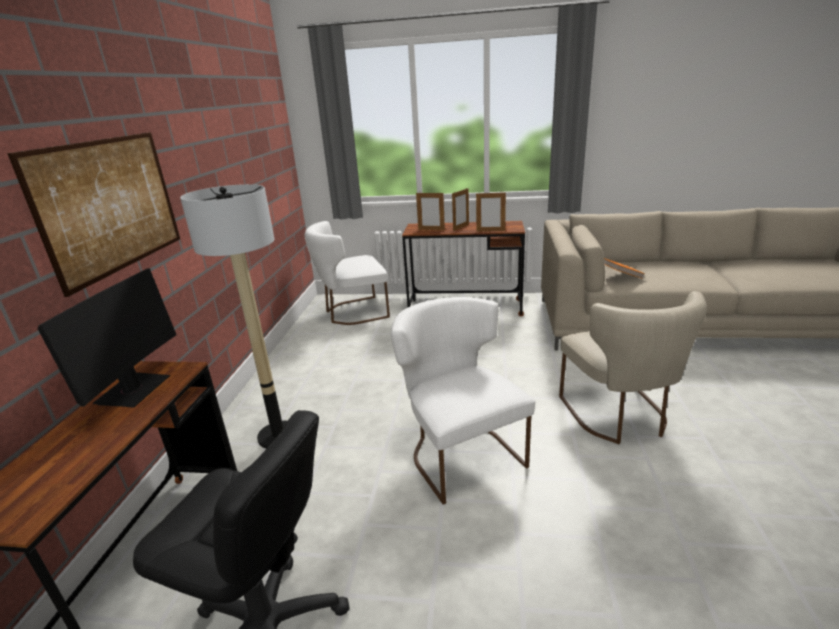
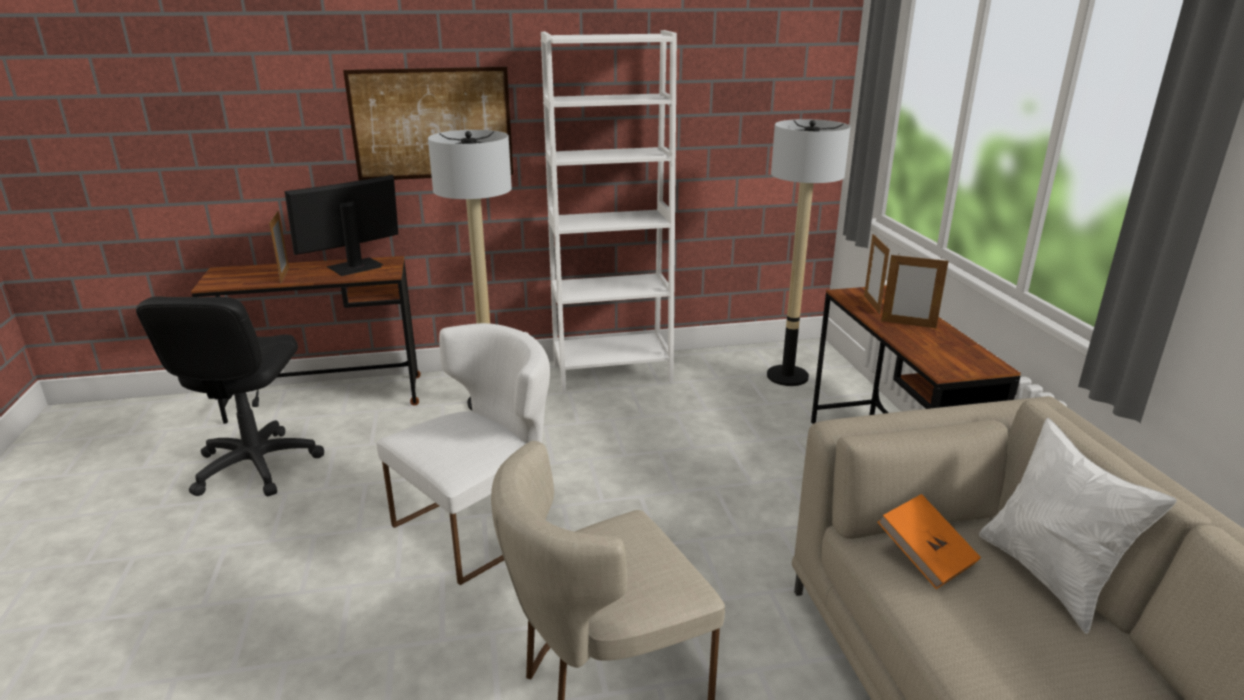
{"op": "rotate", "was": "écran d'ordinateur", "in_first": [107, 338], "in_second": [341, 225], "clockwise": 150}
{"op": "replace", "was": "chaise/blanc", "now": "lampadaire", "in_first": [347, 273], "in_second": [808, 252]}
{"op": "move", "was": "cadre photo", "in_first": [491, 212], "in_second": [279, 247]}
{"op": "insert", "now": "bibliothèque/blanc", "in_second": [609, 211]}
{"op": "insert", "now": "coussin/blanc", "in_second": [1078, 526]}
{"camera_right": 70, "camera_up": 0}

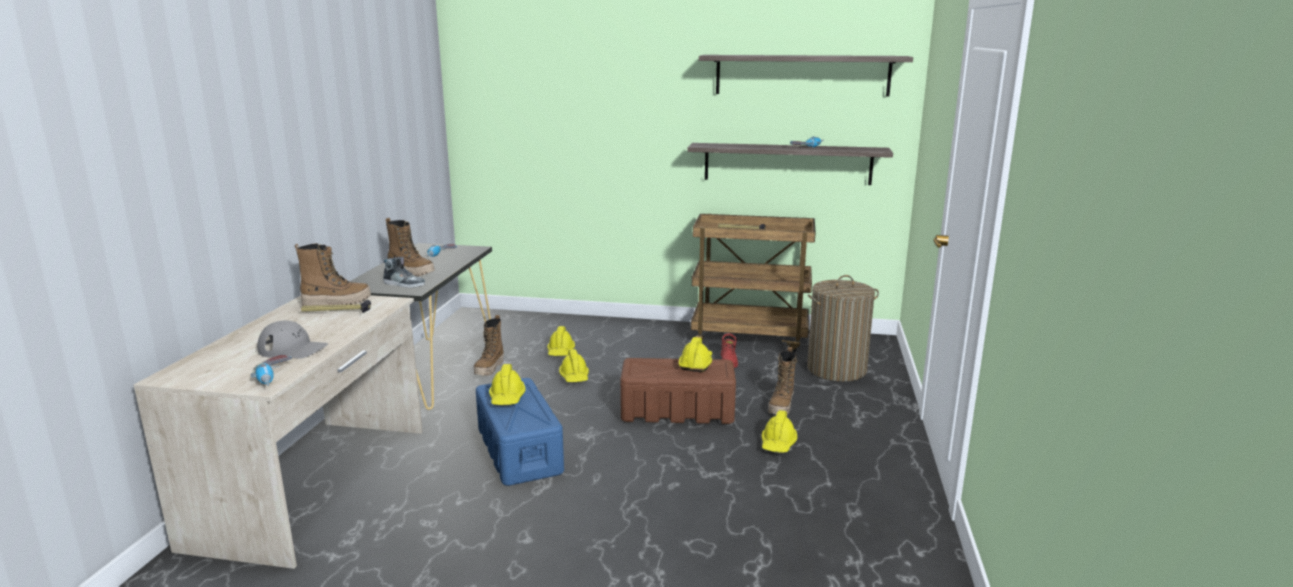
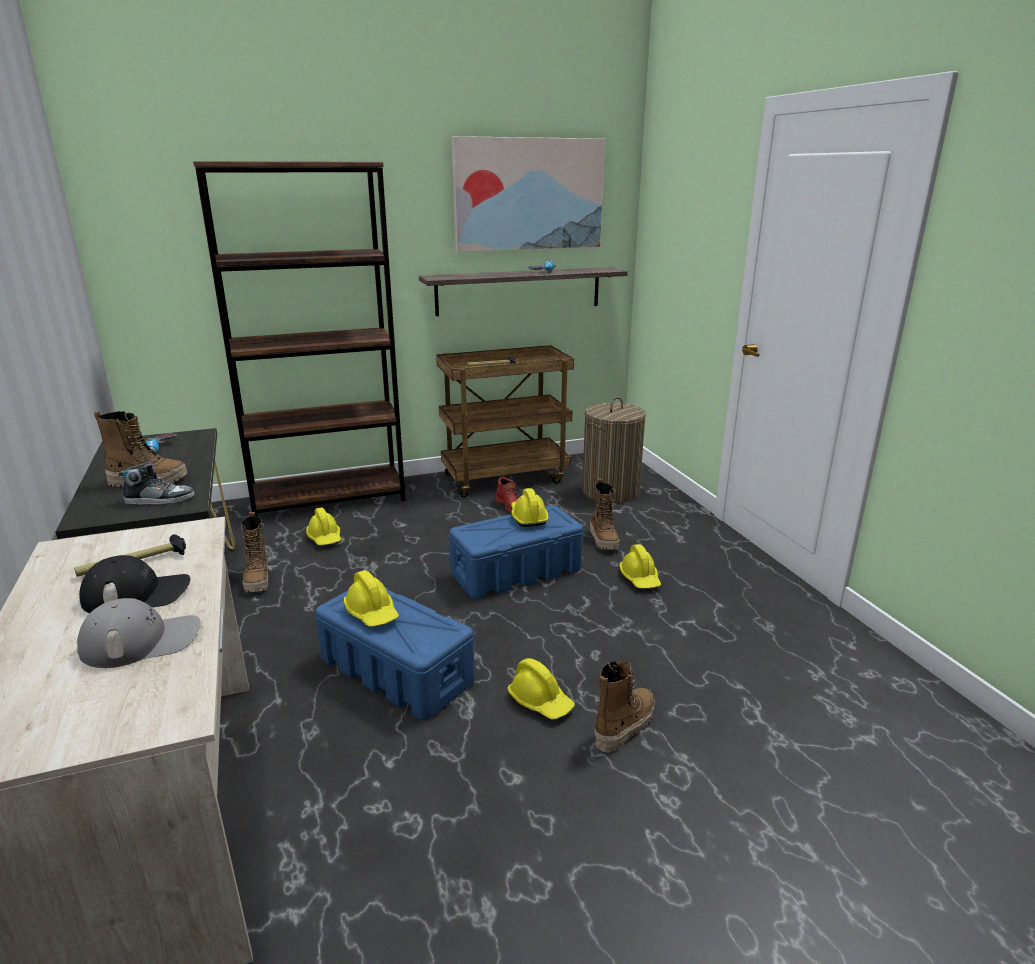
{"op": "delete", "was": "perceuse", "in_first": [271, 370]}
{"op": "move", "was": "botte", "in_first": [333, 274], "in_second": [624, 707]}
{"op": "move", "was": "casque de chantier/jaune", "in_first": [574, 365], "in_second": [541, 688]}
{"op": "recolor", "was": "boîte de rangement/marron", "now": "boîte de rangement/bleu", "in_first": [678, 391], "in_second": [516, 552]}
{"op": "replace", "was": "étagère", "now": "tableau", "in_first": [806, 76], "in_second": [528, 194]}
{"op": "insert", "now": "casquette/noir", "in_second": [134, 584]}
{"op": "insert", "now": "bibliothèque/marron", "in_second": [299, 339]}
{"camera_right": -30, "camera_up": 5}

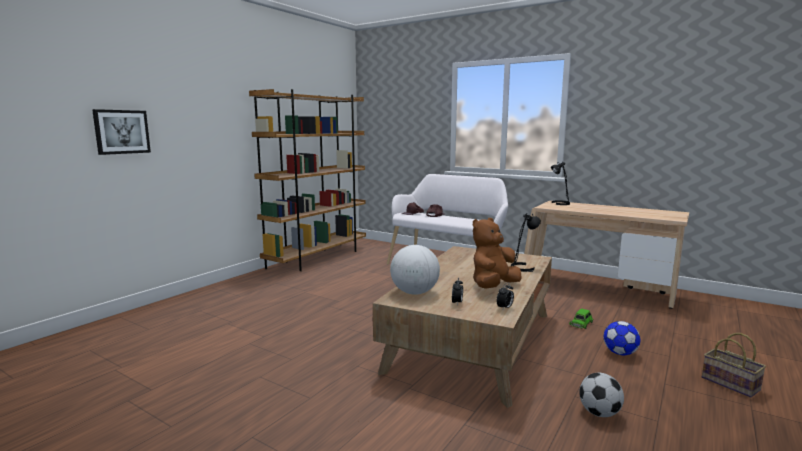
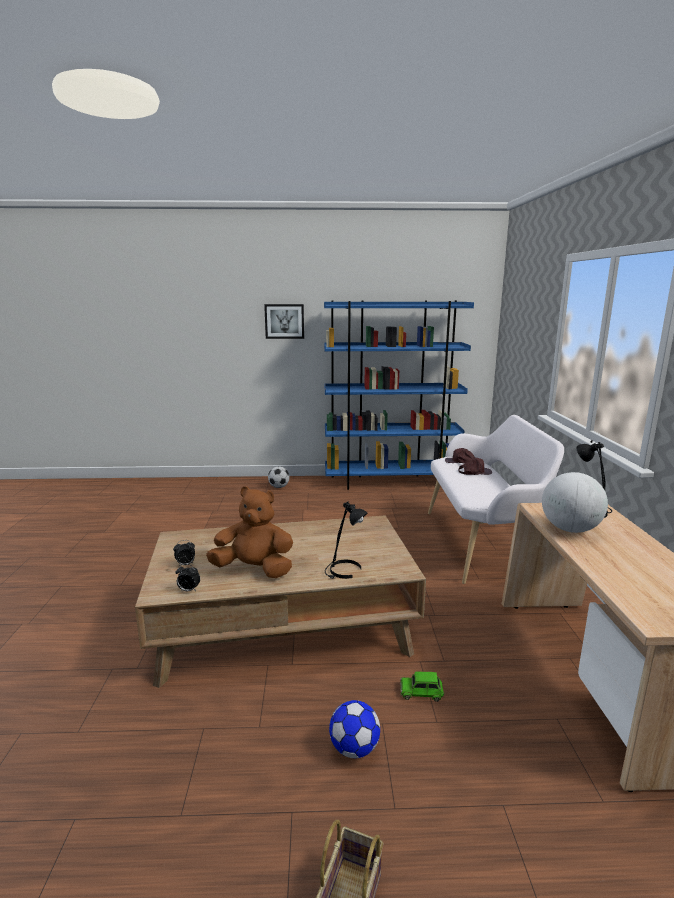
{"op": "move", "was": "tableau", "in_first": [121, 132], "in_second": [284, 321]}
{"op": "recolor", "was": "bibliothèque/marron", "now": "bibliothèque/bleu", "in_first": [307, 180], "in_second": [399, 395]}
{"op": "move", "was": "globe", "in_first": [415, 270], "in_second": [575, 502]}
{"op": "move", "was": "ballon de foot", "in_first": [601, 394], "in_second": [278, 477]}
{"camera_right": 55, "camera_up": 5}

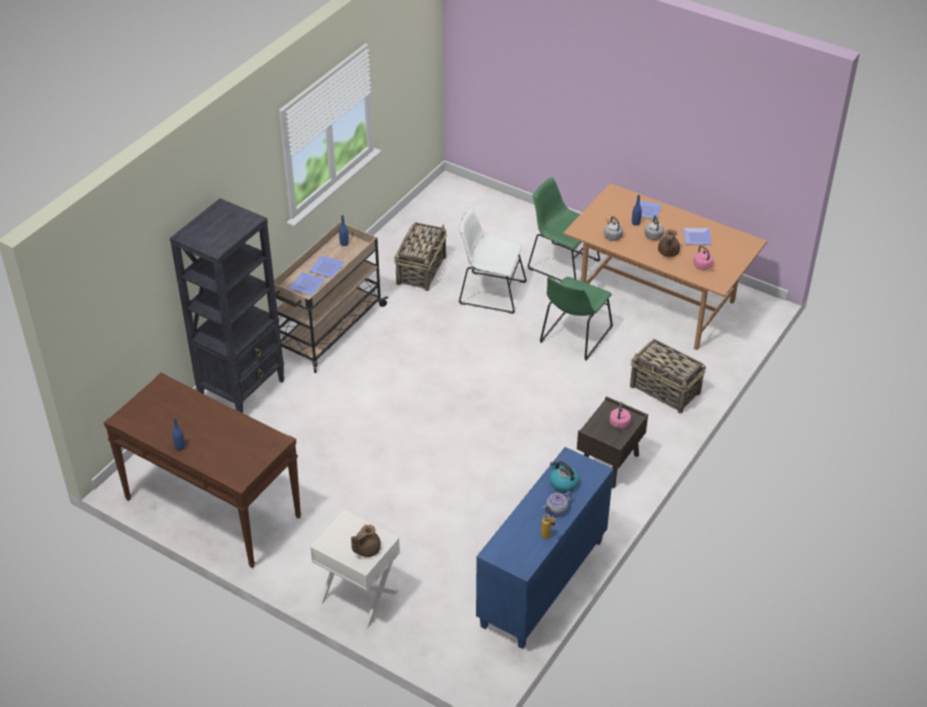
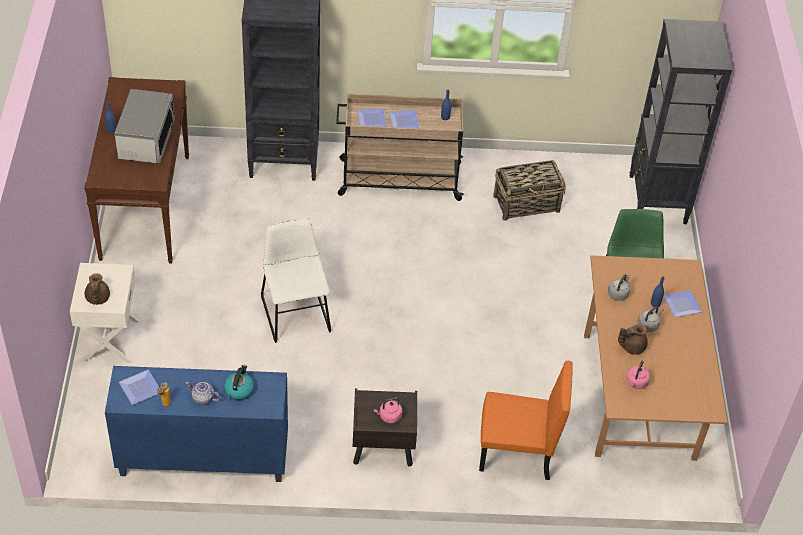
{"op": "rotate", "was": "théière/marron", "in_first": [366, 541], "in_second": [97, 289], "clockwise": -105}
{"op": "move", "was": "chaise/blanc", "in_first": [493, 261], "in_second": [296, 281]}
{"op": "delete", "was": "chaise/vert", "in_first": [576, 319]}
{"op": "replace", "was": "panier", "now": "chaise/orange", "in_first": [668, 376], "in_second": [525, 420]}
{"op": "move", "was": "assiette", "in_first": [697, 236], "in_second": [139, 387]}
{"op": "insert", "now": "micro-ondes", "in_second": [145, 126]}
{"op": "insert", "now": "bibliothèque/noir", "in_second": [681, 121]}
{"camera_right": 55, "camera_up": 5}

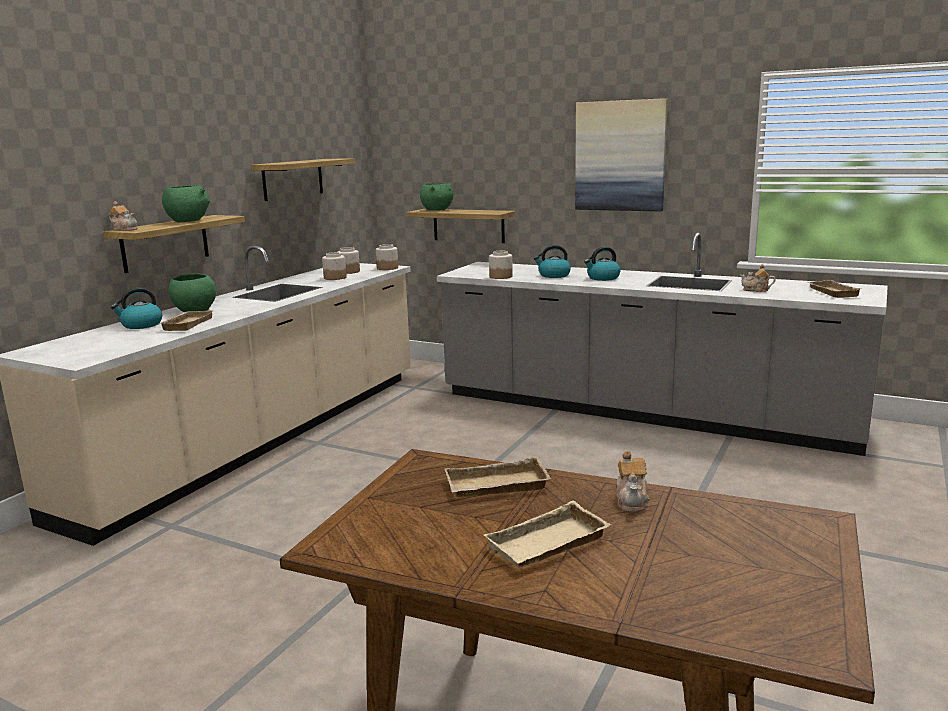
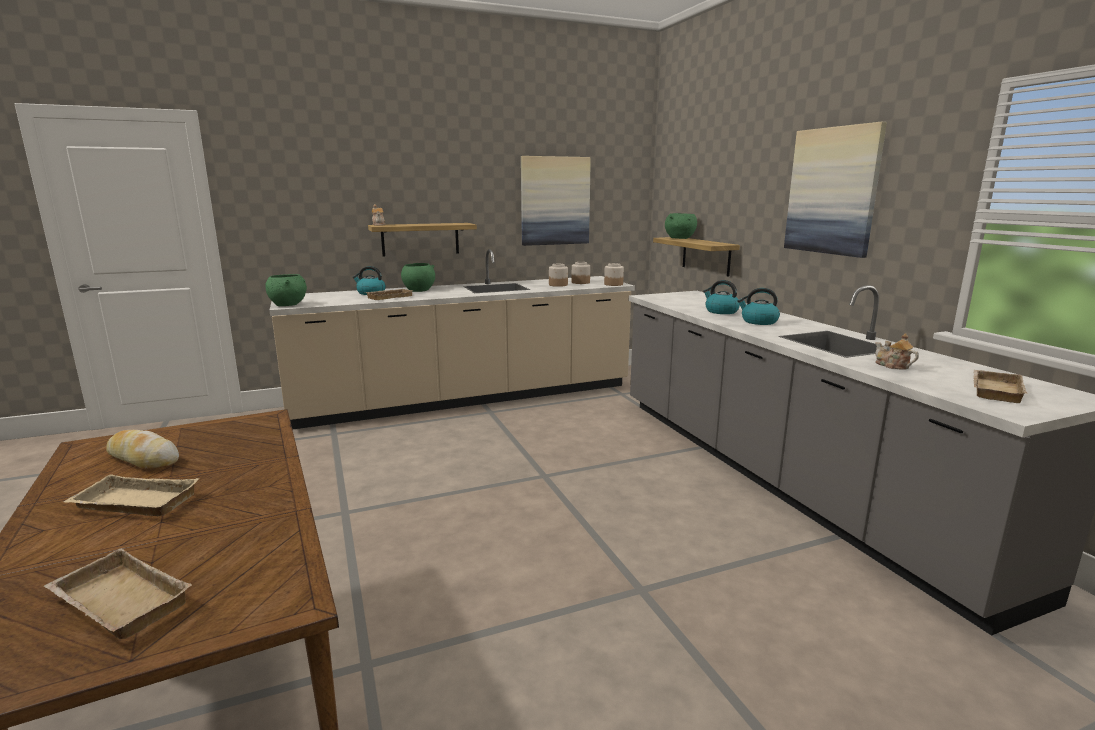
{"op": "move", "was": "bol/vert", "in_first": [186, 203], "in_second": [286, 290]}
{"op": "replace", "was": "étagère", "now": "tableau", "in_first": [303, 179], "in_second": [556, 201]}
{"op": "move", "was": "plateau/beige", "in_first": [497, 476], "in_second": [118, 593]}
{"op": "delete", "was": "bocal", "in_first": [501, 265]}
{"op": "delete", "was": "théière", "in_first": [632, 481]}
{"op": "insert", "now": "pain", "in_second": [142, 449]}
{"camera_right": 40, "camera_up": 0}

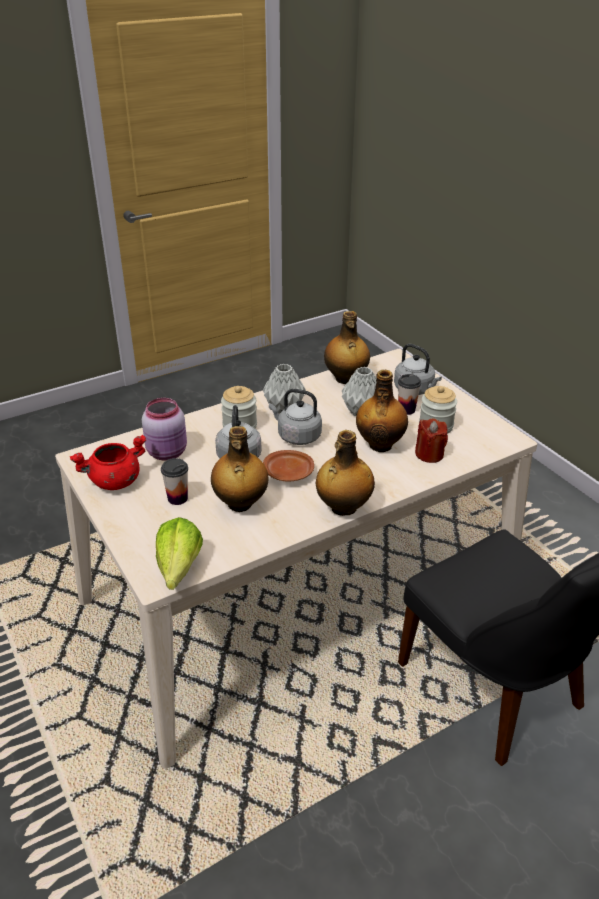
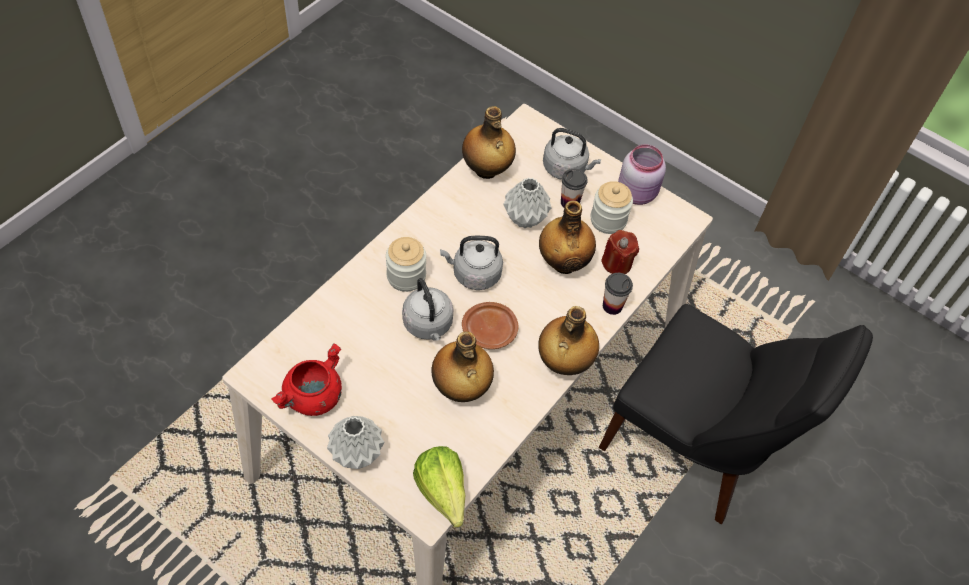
{"op": "move", "was": "bocal/rose", "in_first": [164, 429], "in_second": [642, 174]}
{"op": "move", "was": "tasse", "in_first": [174, 481], "in_second": [618, 294]}
{"op": "move", "was": "vase/gris", "in_first": [284, 388], "in_second": [355, 442]}
{"camera_right": -25, "camera_up": 20}

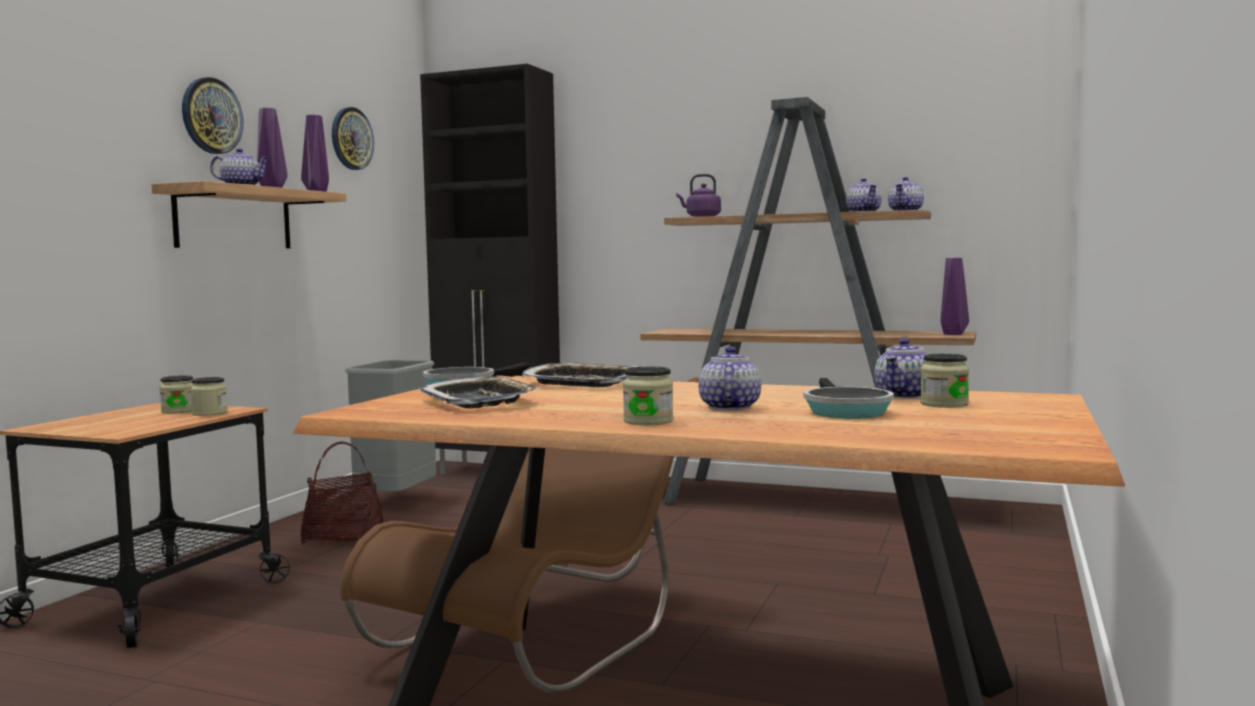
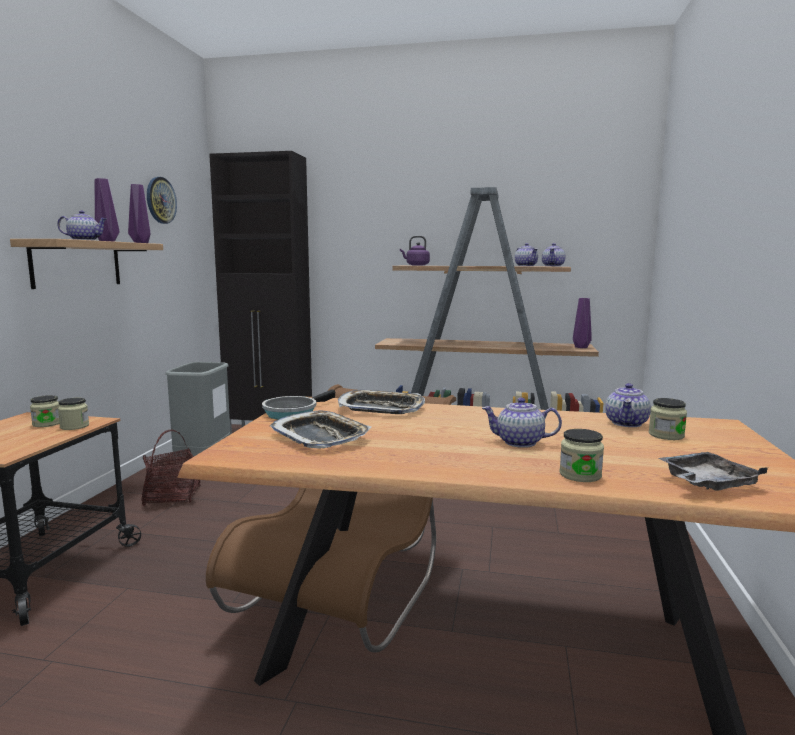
{"op": "delete", "was": "horloge murale", "in_first": [212, 115]}
{"op": "move", "was": "bocal", "in_first": [648, 396], "in_second": [582, 455]}
{"op": "rotate", "was": "théière", "in_first": [729, 379], "in_second": [522, 423], "clockwise": -75}
{"op": "delete", "was": "poêle", "in_first": [849, 398]}
{"op": "insert", "now": "plateau/gris", "in_second": [713, 471]}
{"camera_right": -10, "camera_up": 5}

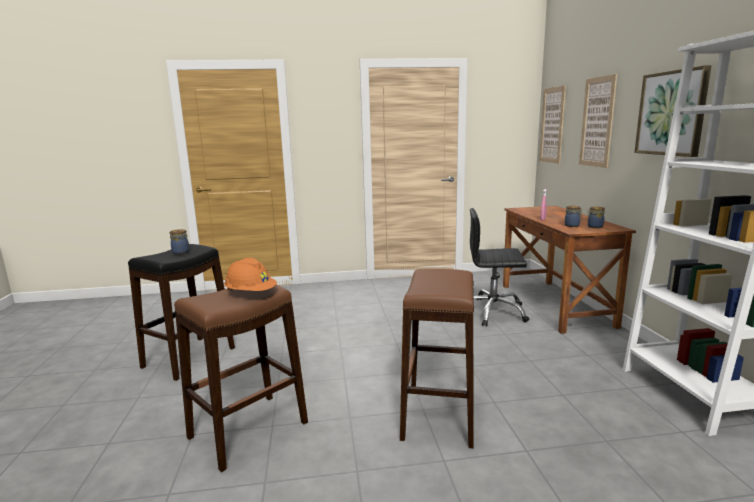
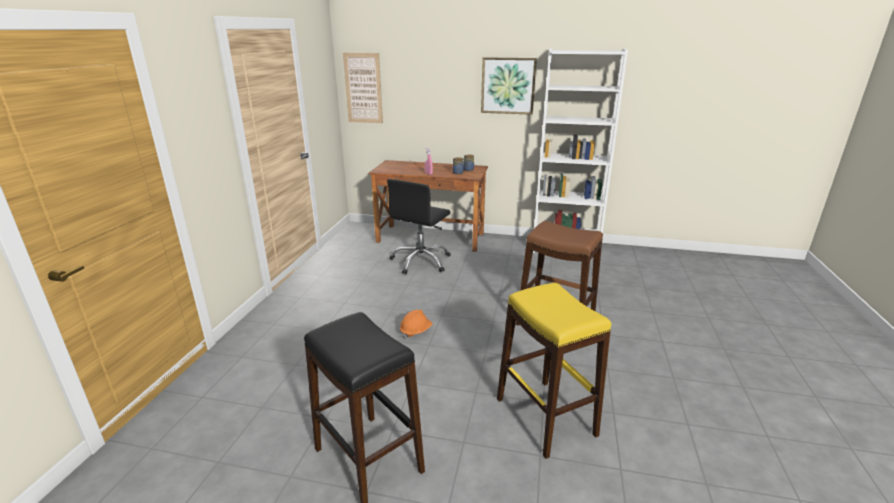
{"op": "delete", "was": "bocal", "in_first": [179, 241]}
{"op": "recolor", "was": "tabouret/marron", "now": "tabouret/jaune", "in_first": [241, 378], "in_second": [554, 371]}
{"op": "move", "was": "casque de chantier/orange", "in_first": [250, 274], "in_second": [416, 324]}
{"op": "delete", "was": "tableau", "in_first": [598, 121]}
{"camera_right": -70, "camera_up": 10}

